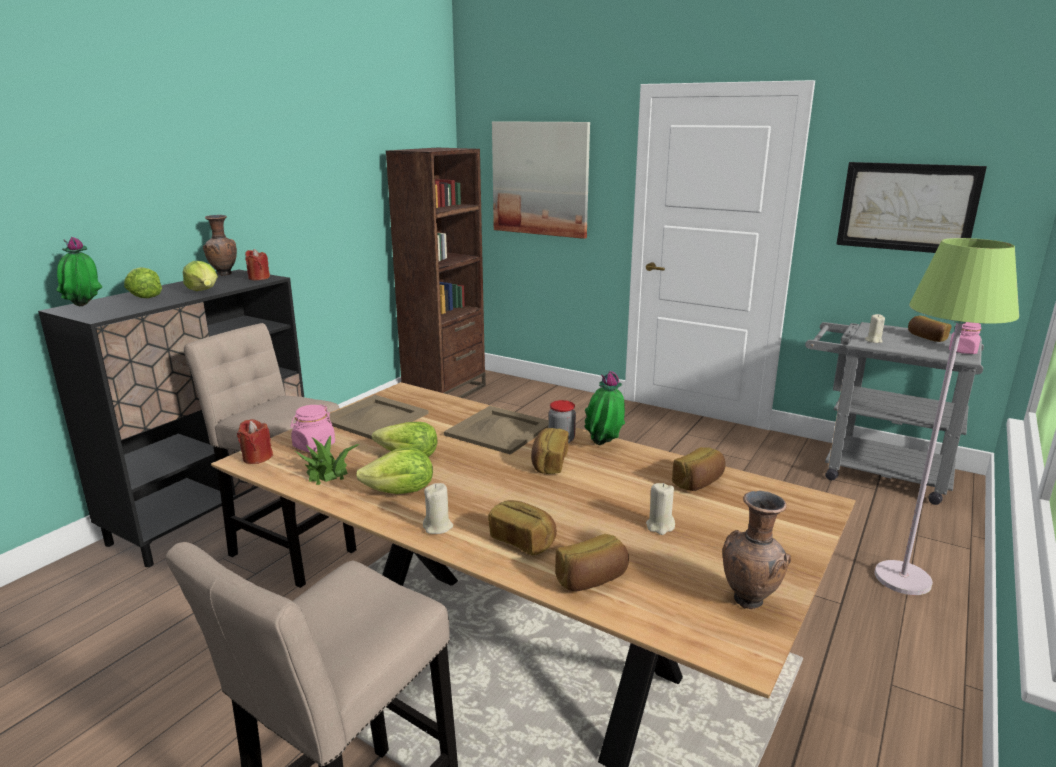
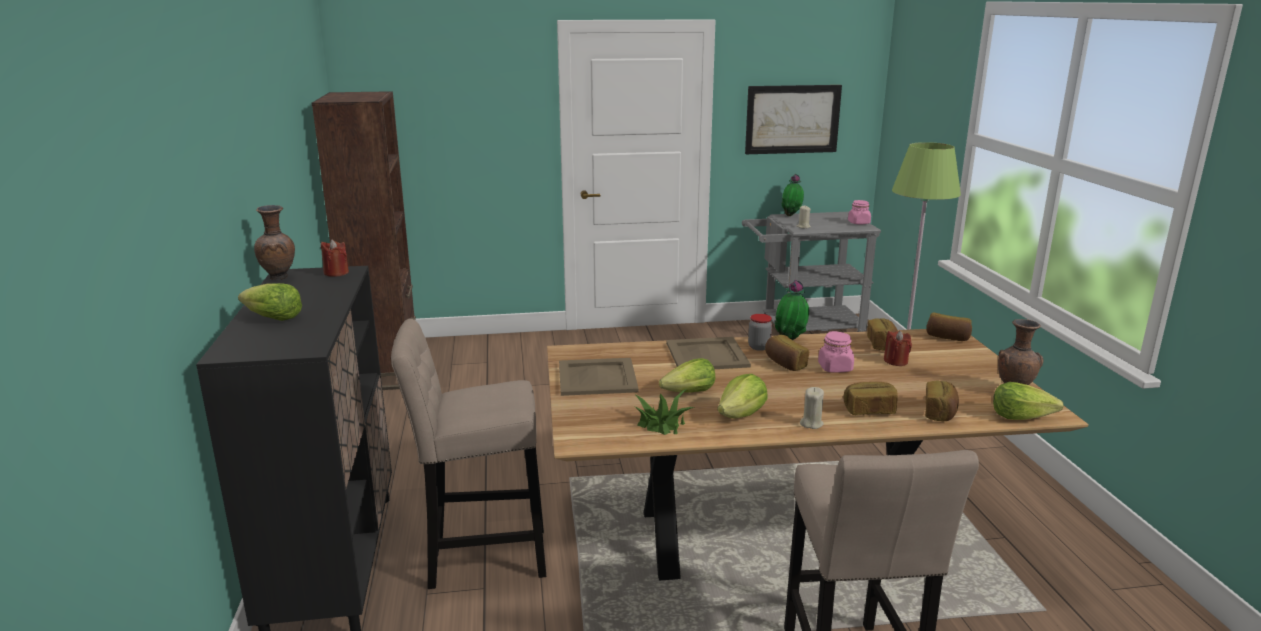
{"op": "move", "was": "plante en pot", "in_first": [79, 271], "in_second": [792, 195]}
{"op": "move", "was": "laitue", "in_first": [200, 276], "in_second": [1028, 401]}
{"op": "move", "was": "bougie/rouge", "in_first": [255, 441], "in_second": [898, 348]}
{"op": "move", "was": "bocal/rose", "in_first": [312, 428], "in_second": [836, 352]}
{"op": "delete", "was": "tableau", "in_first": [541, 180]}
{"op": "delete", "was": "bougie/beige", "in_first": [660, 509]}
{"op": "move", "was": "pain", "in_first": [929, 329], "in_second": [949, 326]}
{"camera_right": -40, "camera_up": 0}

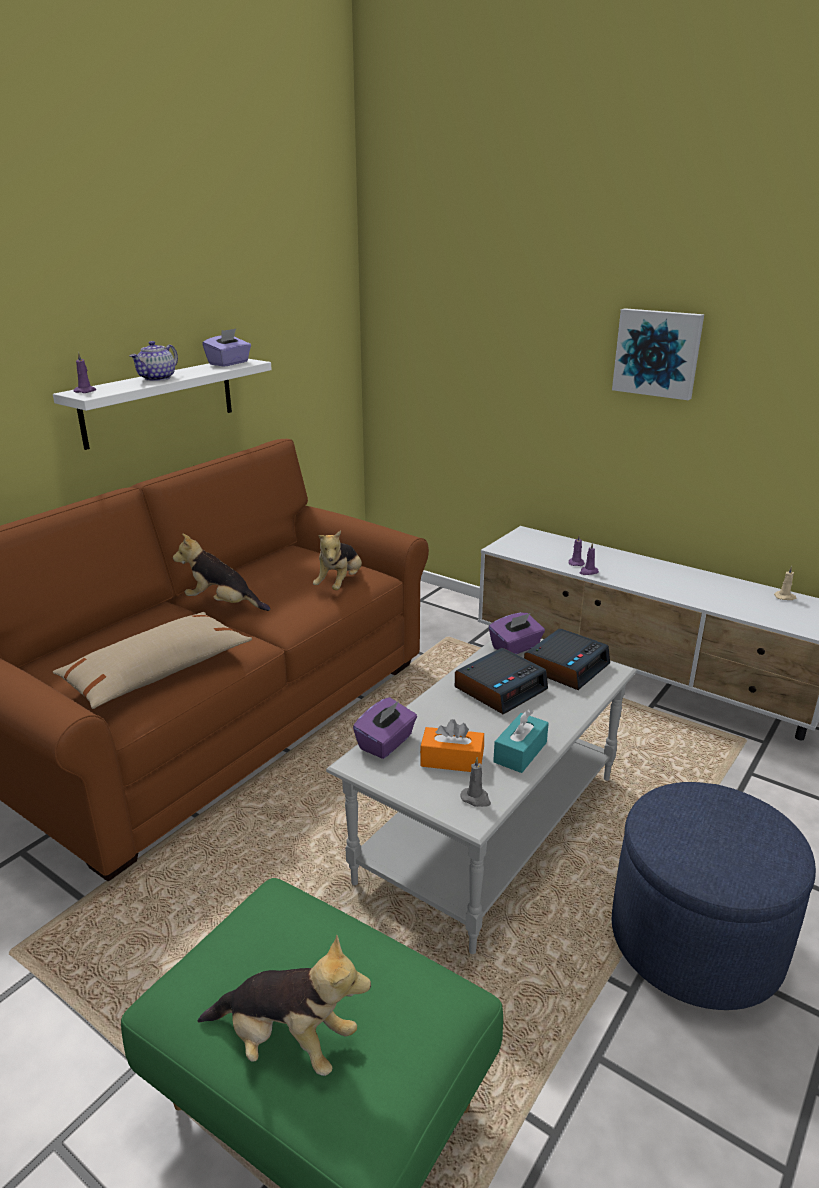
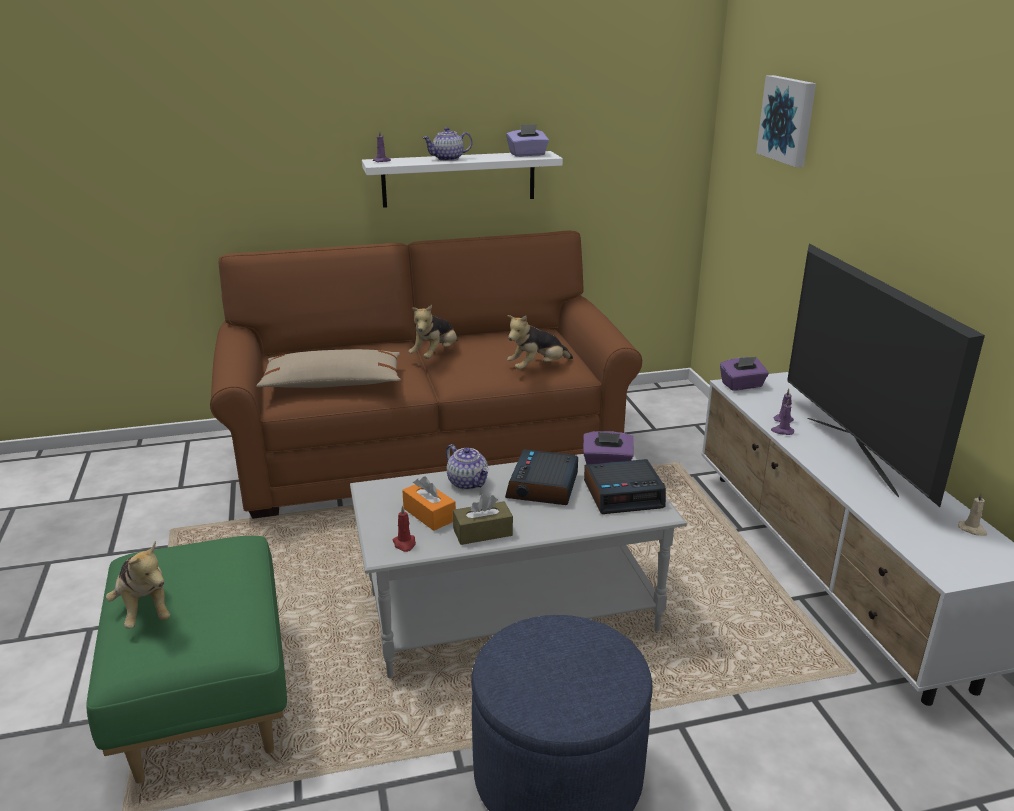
{"op": "rotate", "was": "peluche", "in_first": [221, 572], "in_second": [433, 332], "clockwise": -120}
{"op": "move", "was": "boîte à mouchoirs/violet", "in_first": [385, 728], "in_second": [744, 374]}
{"op": "rotate", "was": "réveil", "in_first": [501, 681], "in_second": [541, 477], "clockwise": 105}
{"op": "recolor", "was": "bougie/gris", "now": "bougie/rouge", "in_first": [476, 782], "in_second": [404, 529]}
{"op": "recolor", "was": "boîte à mouchoirs/turquoise", "now": "boîte à mouchoirs/marron", "in_first": [521, 741], "in_second": [483, 519]}
{"op": "move", "was": "tableau", "in_first": [658, 354], "in_second": [786, 121]}
{"op": "insert", "now": "théière", "in_second": [467, 467]}
{"op": "insert", "now": "téléviseur", "in_second": [886, 375]}
{"camera_right": 40, "camera_up": 0}

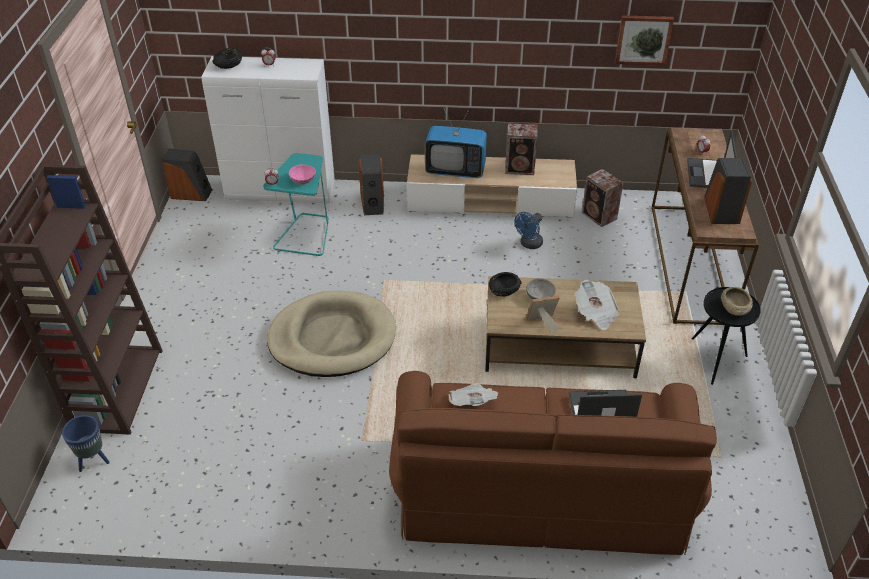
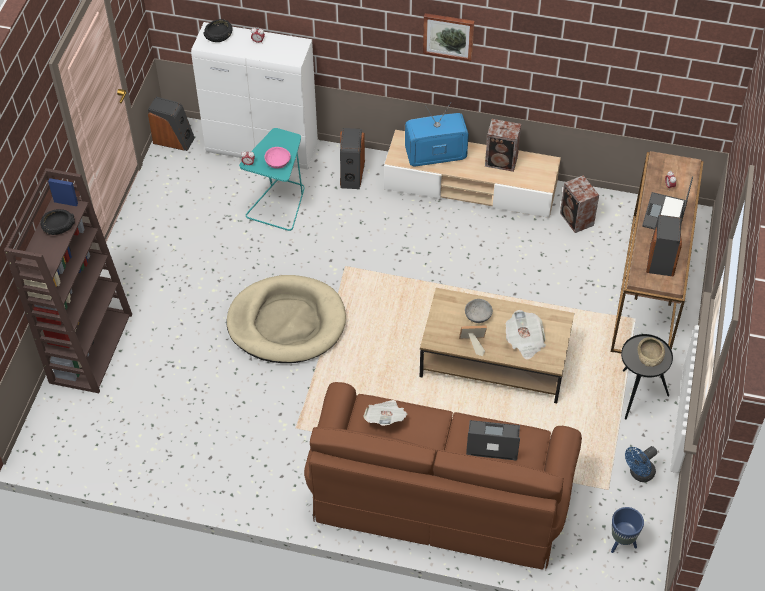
{"op": "move", "was": "cache-pot/bleu", "in_first": [86, 443], "in_second": [627, 530]}
{"op": "rotate", "was": "téléviseur", "in_first": [456, 143], "in_second": [437, 134], "clockwise": 150}
{"op": "move", "was": "bol/noir", "in_first": [505, 284], "in_second": [57, 222]}
{"op": "move", "was": "ventilateur/bleu", "in_first": [528, 230], "in_second": [641, 464]}
{"op": "move", "was": "tableau", "in_first": [644, 40], "in_second": [449, 37]}
{"camera_right": 10, "camera_up": 10}

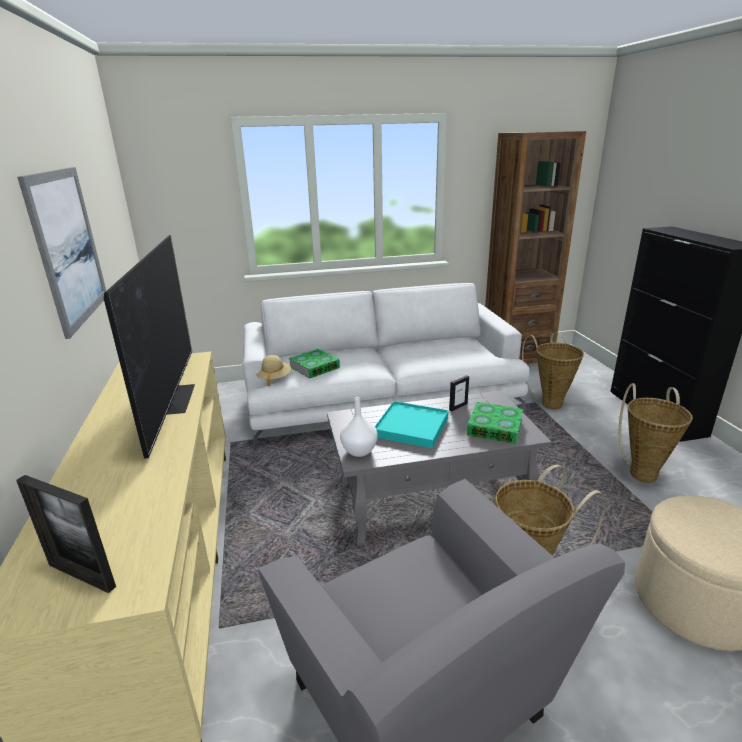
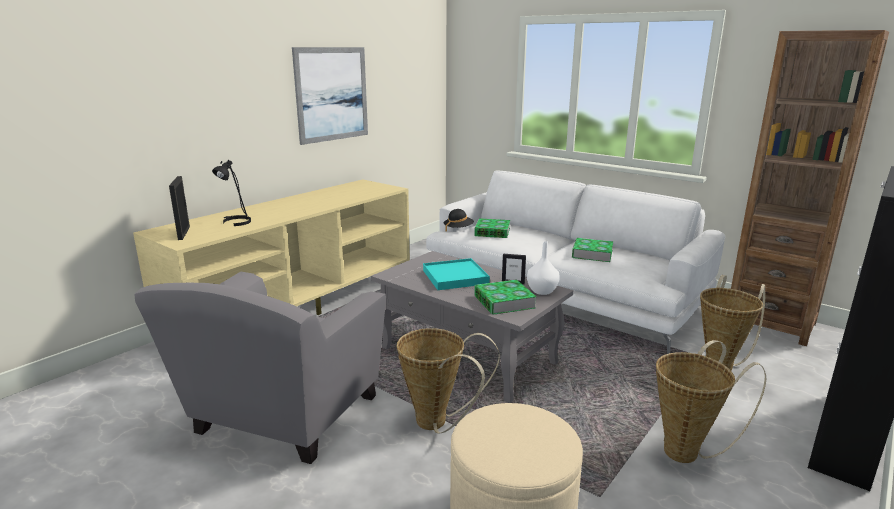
{"op": "delete", "was": "téléviseur", "in_first": [149, 347]}
{"op": "recolor", "was": "chapeau/beige", "now": "chapeau/noir", "in_first": [273, 370], "in_second": [459, 220]}
{"op": "move", "was": "vase/blanc", "in_first": [359, 427], "in_second": [543, 268]}
{"op": "insert", "now": "lampe de table/noir", "in_second": [231, 193]}
{"op": "insert", "now": "livre", "in_second": [592, 250]}
{"camera_right": 50, "camera_up": -5}

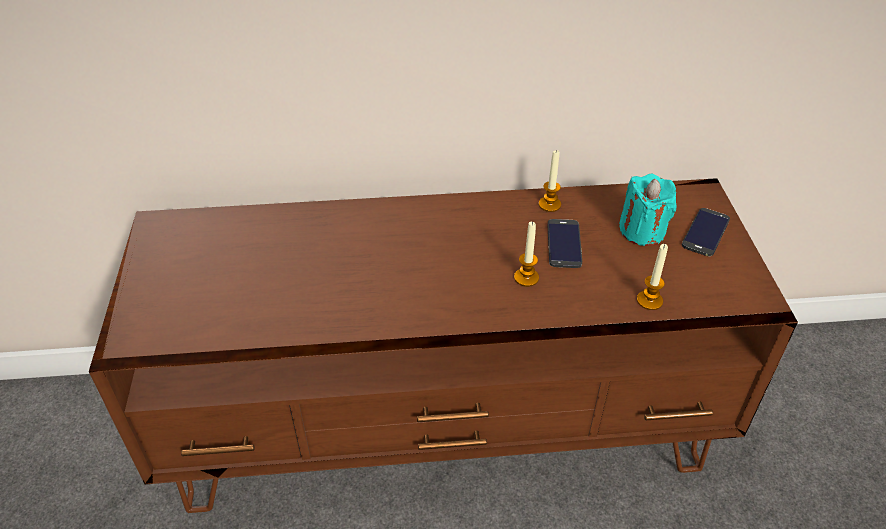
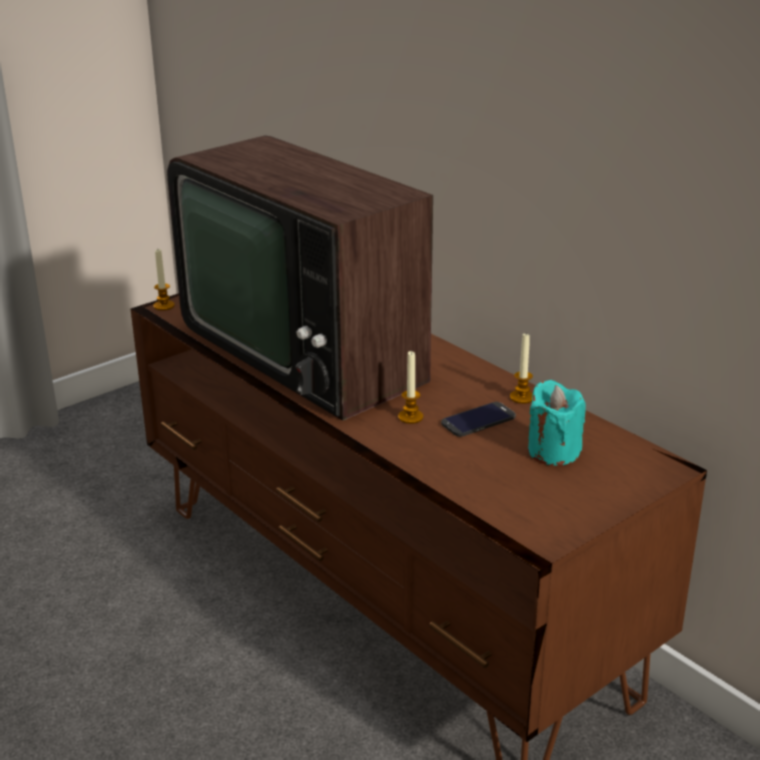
{"op": "move", "was": "bougie", "in_first": [652, 277], "in_second": [164, 280]}
{"op": "delete", "was": "téléphone", "in_first": [706, 232]}
{"op": "insert", "now": "téléviseur", "in_second": [300, 278]}
{"camera_right": 55, "camera_up": -15}

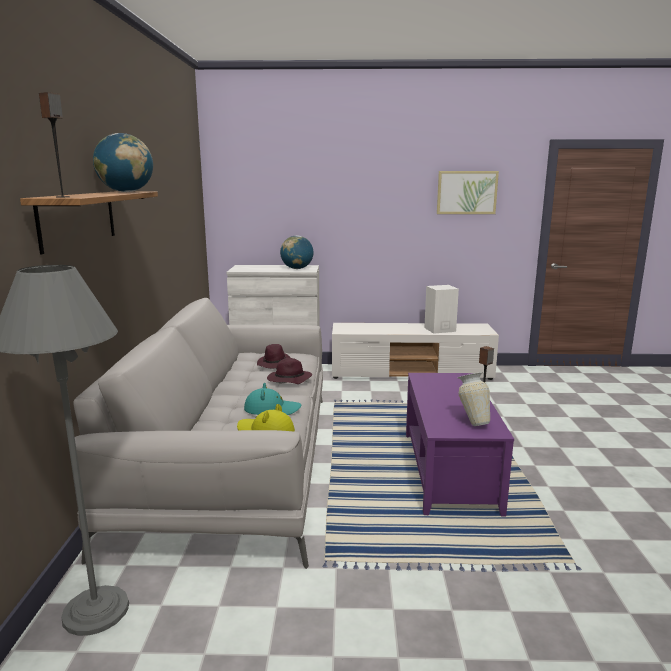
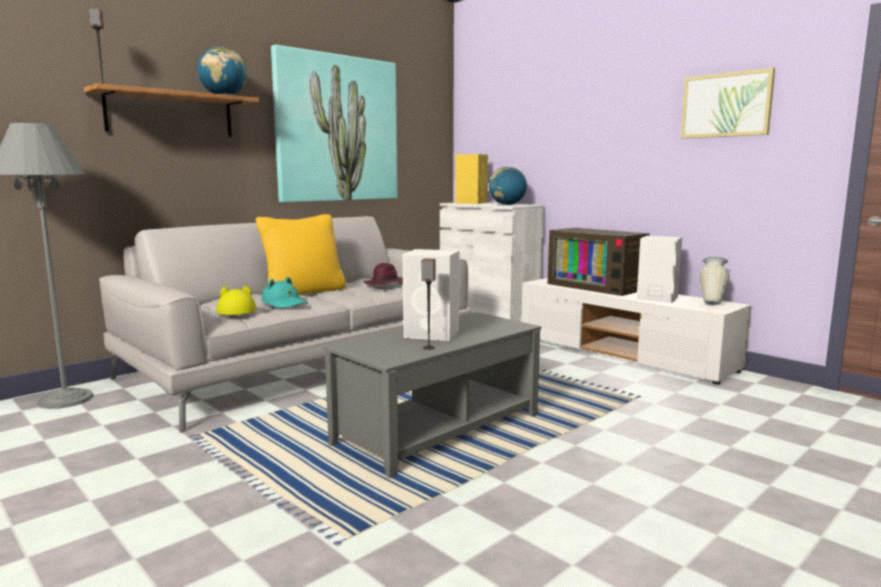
{"op": "delete", "was": "chapeau/violet", "in_first": [289, 371]}
{"op": "recolor", "was": "table basse/violet", "now": "table basse/gris", "in_first": [460, 444], "in_second": [432, 395]}
{"op": "move", "was": "vase", "in_first": [473, 399], "in_second": [714, 281]}
{"op": "insert", "now": "coussin/jaune", "in_second": [301, 254]}
{"op": "insert", "now": "tableau", "in_second": [334, 123]}
{"op": "insert", "now": "enceinte/blanc", "in_second": [431, 295]}
{"op": "insert", "now": "enceinte/jaune", "in_second": [471, 179]}
{"op": "insert", "now": "téléviseur", "in_second": [598, 262]}
{"camera_right": 45, "camera_up": -5}

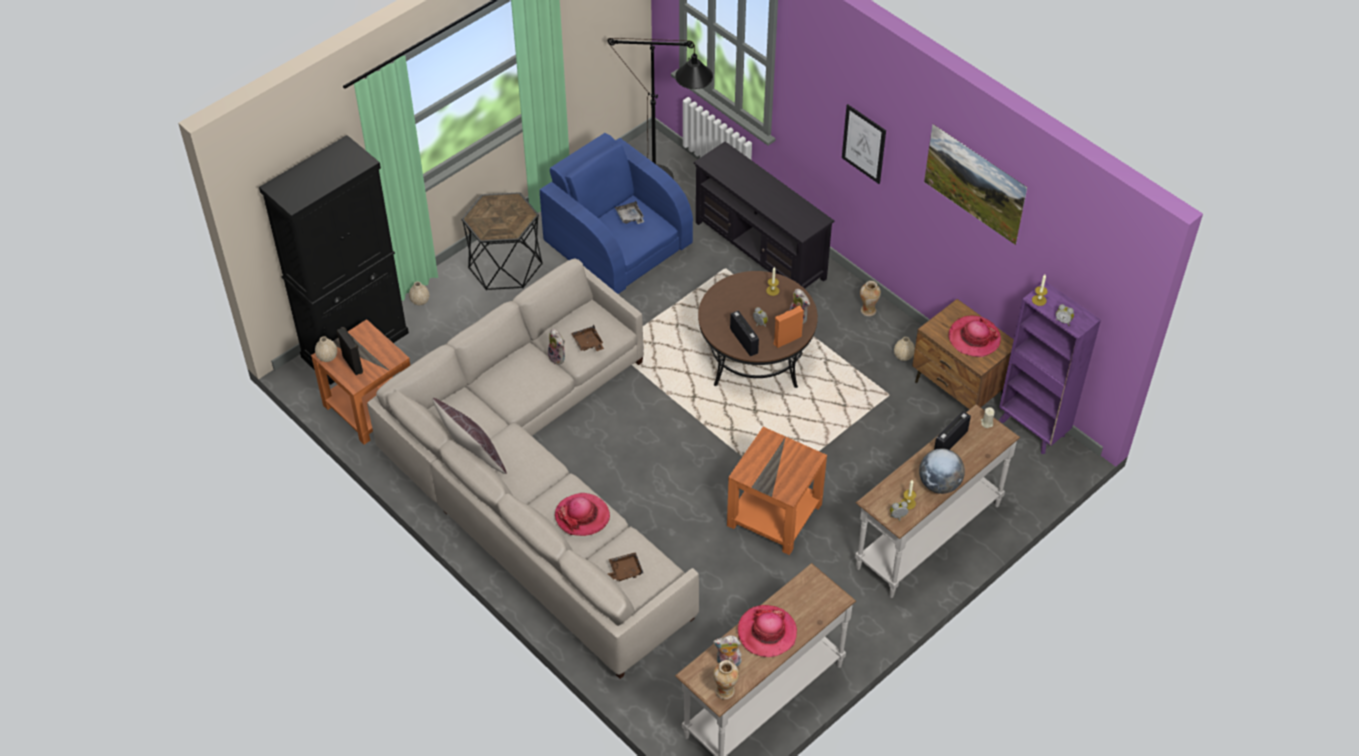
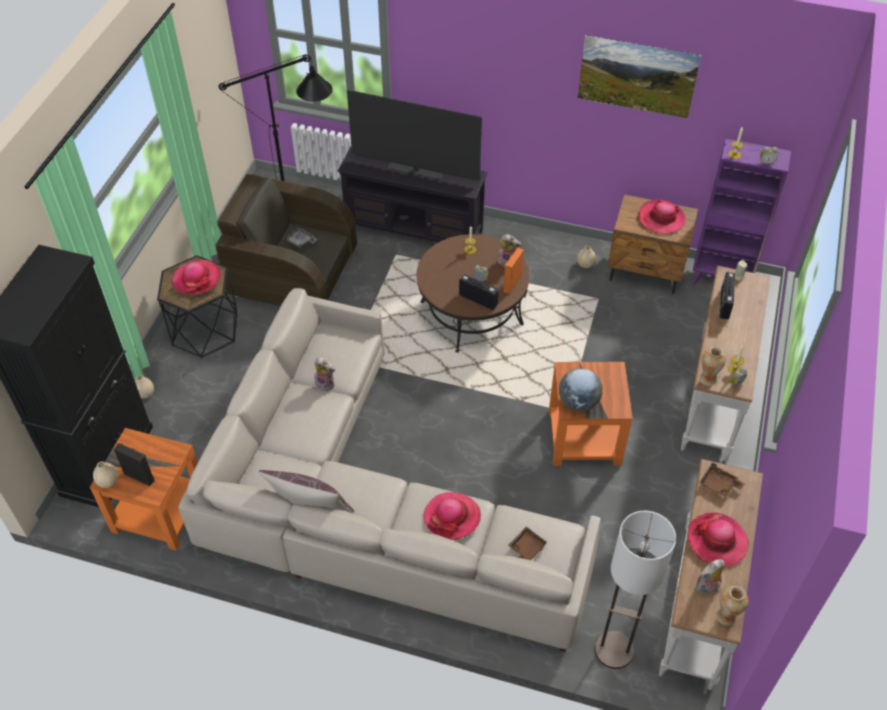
{"op": "recolor", "was": "fauteuil/bleu", "now": "fauteuil/marron", "in_first": [616, 214], "in_second": [286, 240]}
{"op": "move", "was": "plateau/marron", "in_first": [587, 338], "in_second": [722, 479]}
{"op": "delete", "was": "tableau", "in_first": [864, 144]}
{"op": "move", "was": "vase", "in_first": [870, 298], "in_second": [713, 366]}
{"op": "move", "was": "globe", "in_first": [942, 471], "in_second": [581, 390]}
{"op": "insert", "now": "chapeau", "in_second": [197, 277]}
{"op": "insert", "now": "téléviseur", "in_second": [414, 135]}
{"op": "insert", "now": "lampadaire", "in_second": [635, 590]}
{"camera_right": -30, "camera_up": 0}

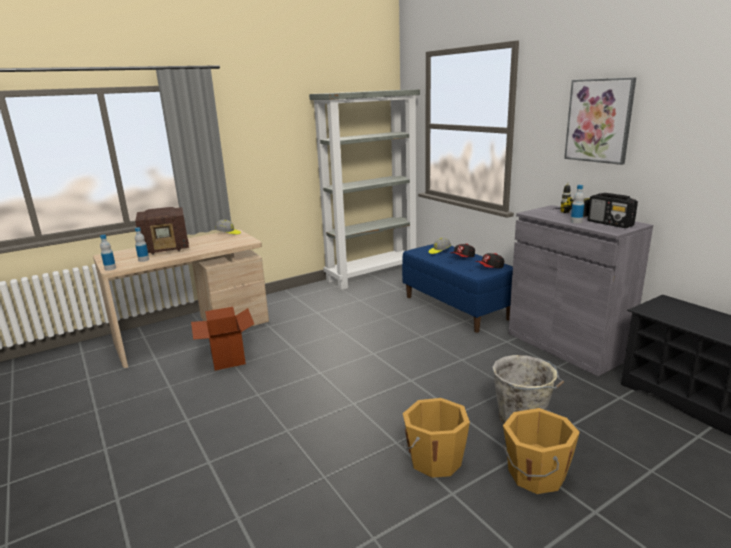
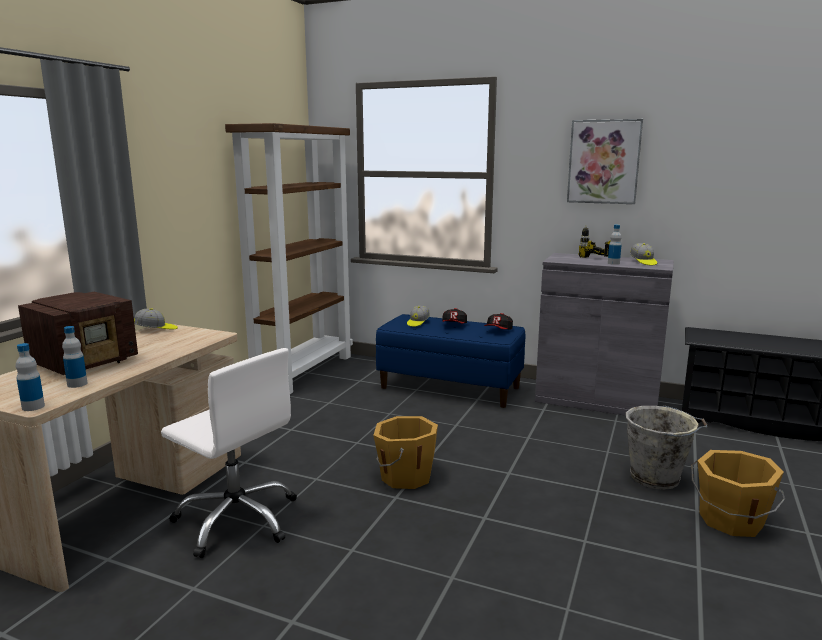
{"op": "replace", "was": "carton", "now": "chaise de bureau/blanc", "in_first": [222, 339], "in_second": [229, 453]}
{"op": "recolor", "was": "bibliothèque/gris", "now": "bibliothèque/marron", "in_first": [364, 189], "in_second": [289, 258]}
{"op": "move", "was": "seau/orange", "in_first": [436, 438], "in_second": [405, 452]}
{"op": "replace", "was": "radio", "now": "casquette", "in_first": [612, 210], "in_second": [643, 254]}
{"camera_right": -35, "camera_up": -5}

